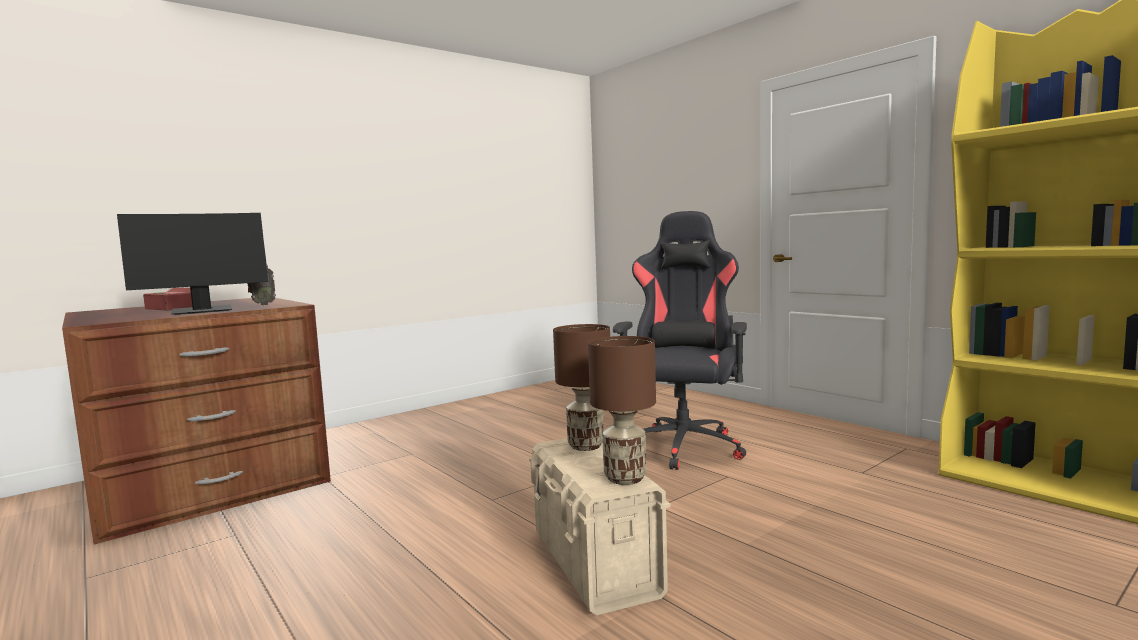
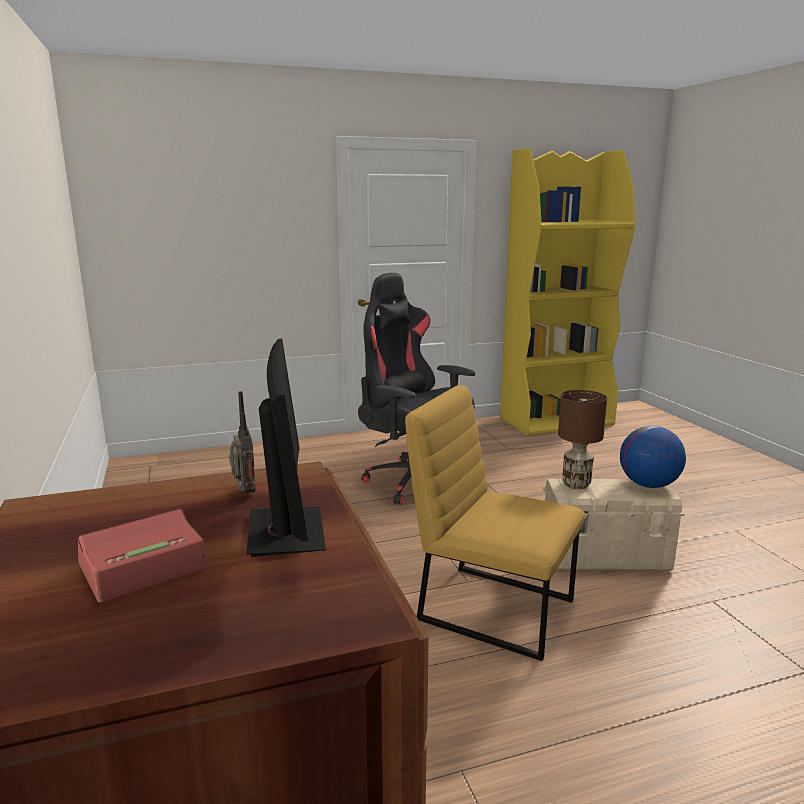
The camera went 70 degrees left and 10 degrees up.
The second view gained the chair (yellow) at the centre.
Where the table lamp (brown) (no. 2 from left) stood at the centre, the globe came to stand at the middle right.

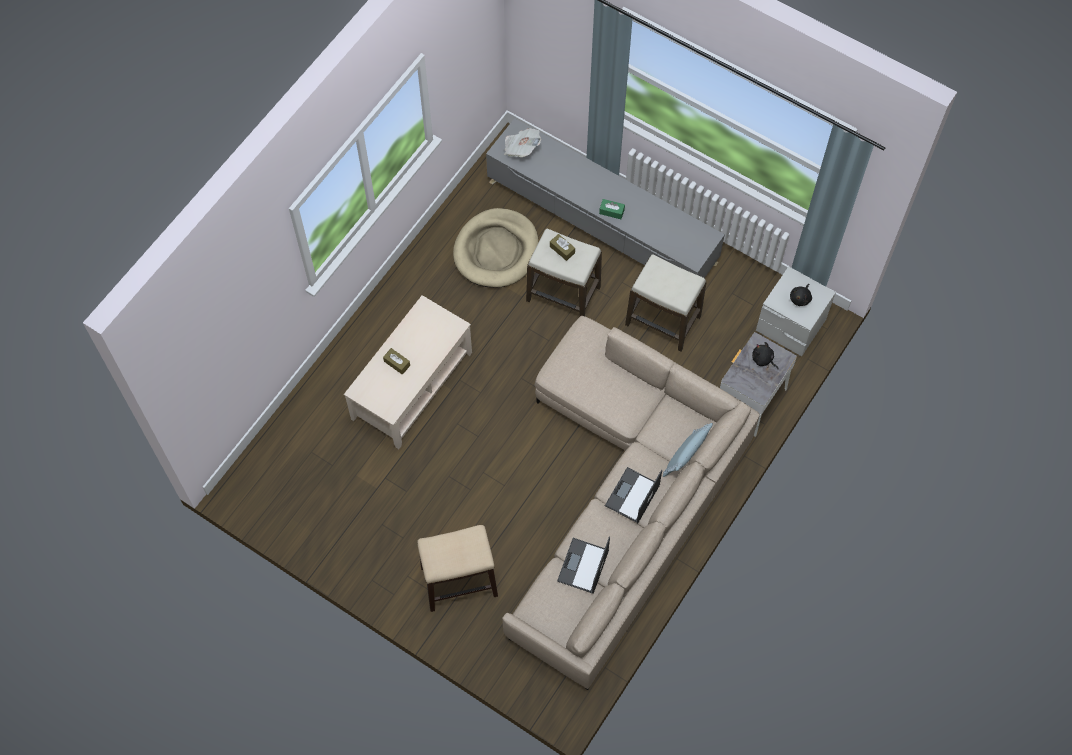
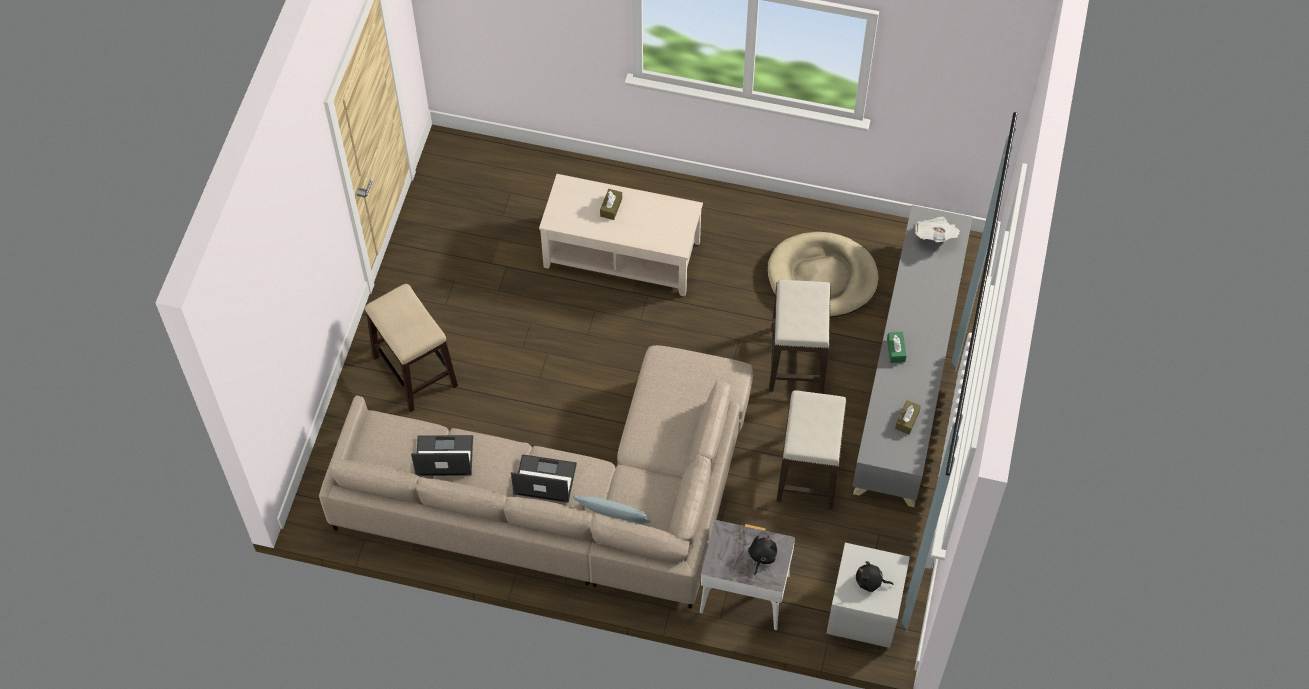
The camera went 70 degrees right and 5 degrees down.
The tissue box (brown) (no. 2 from left) ended up elsewhere, having gone from the top centre to the middle right.

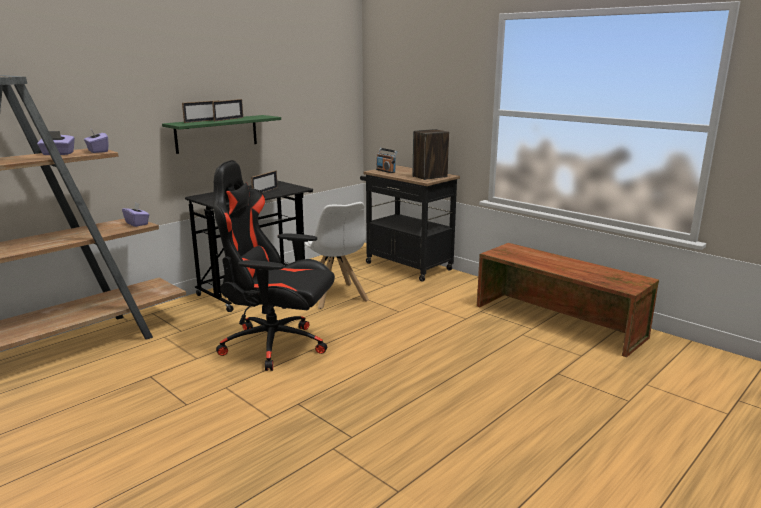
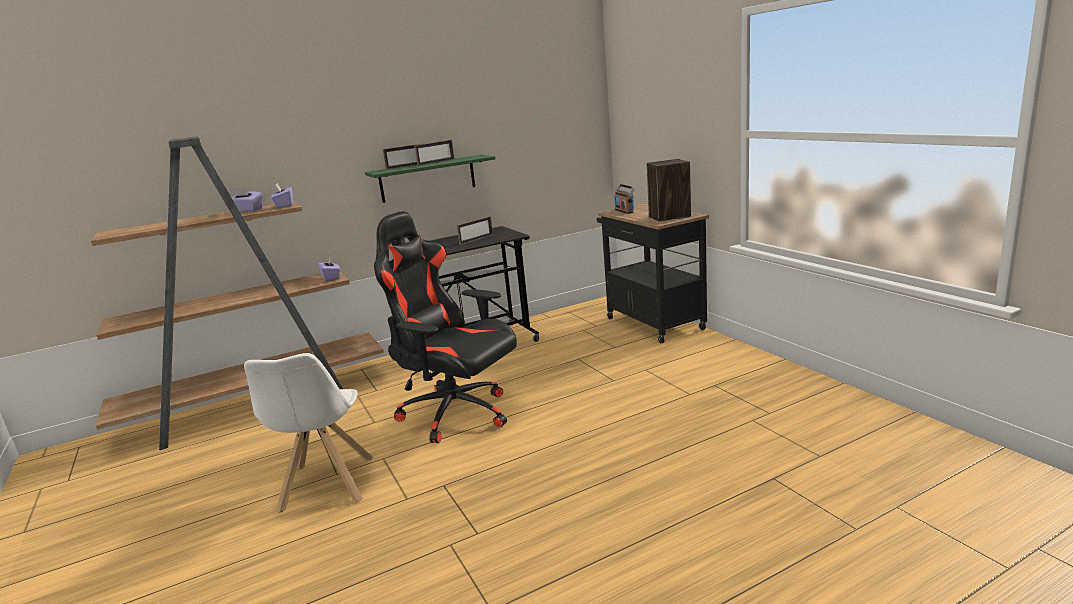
The camera went 20 degrees right and 0 degrees up.
The second view lost the bench (brown) at the middle right.
The chair (white) ended up elsewhere, having gone from the centre to the bottom left.

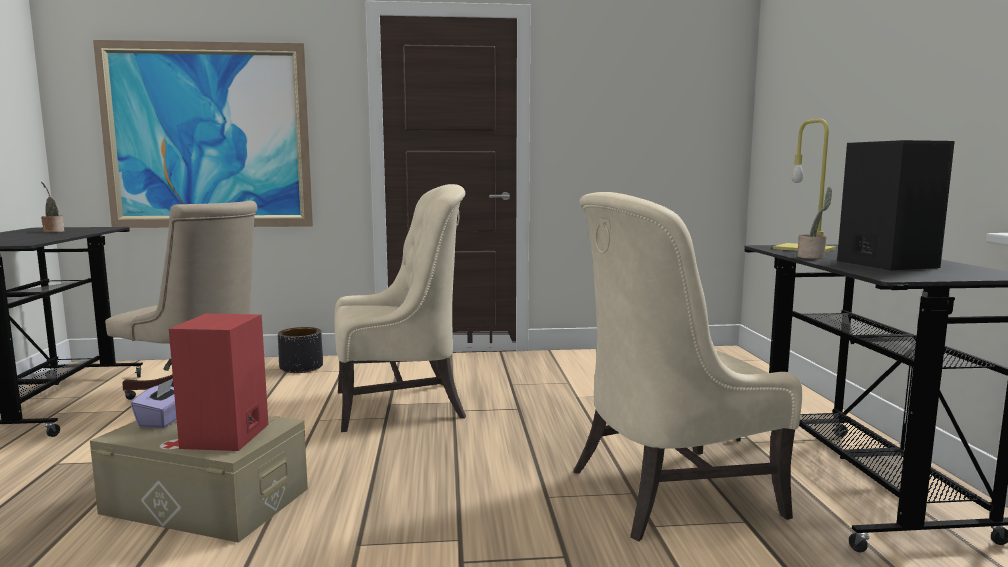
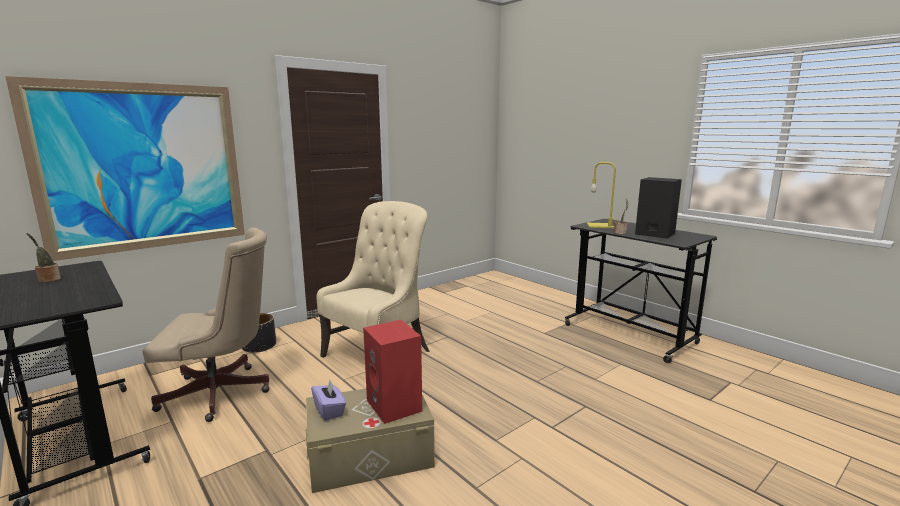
The camera went 35 degrees left and 5 degrees up.
The second view lost the chair (beige) (no. 2 from left) at the middle right.

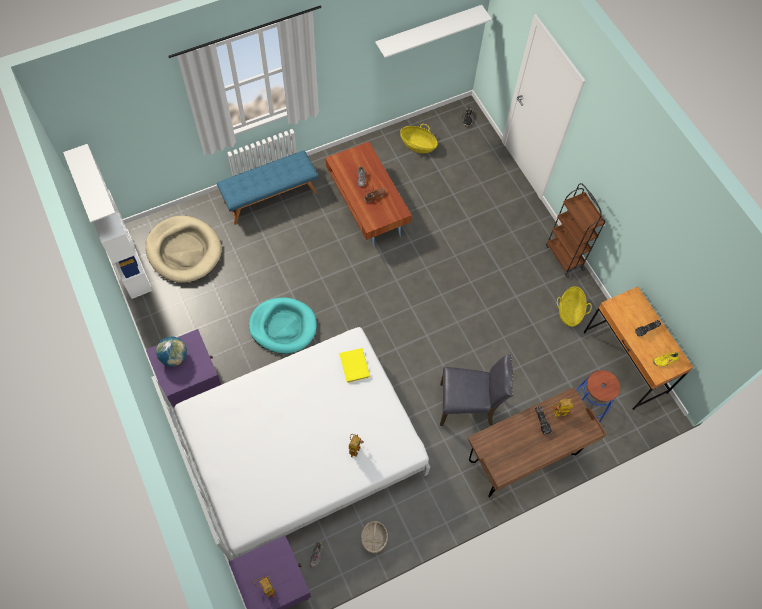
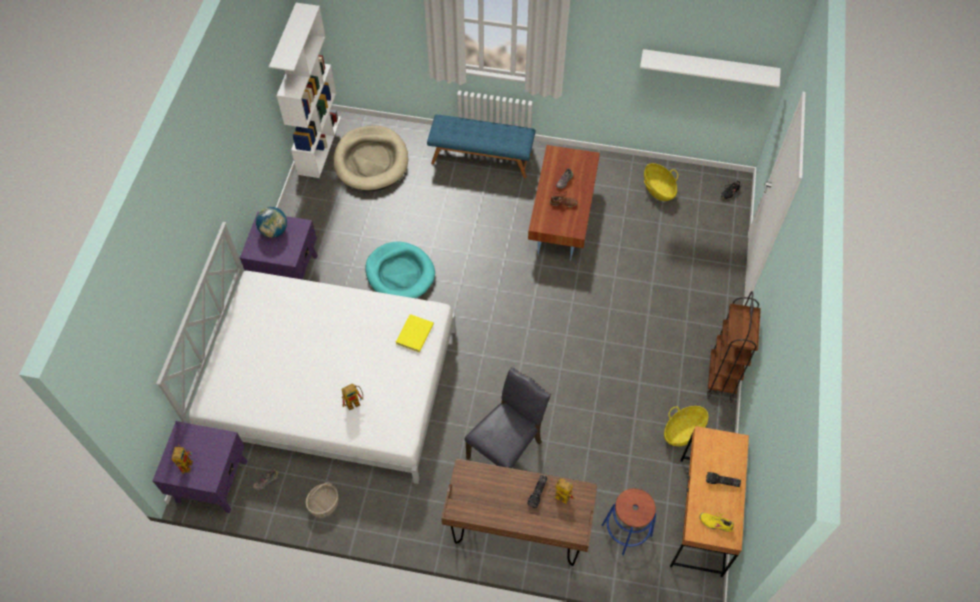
The camera went 40 degrees right and 5 degrees down.
The chair (grey) at the centre ended up facing another way, 90 degrees counterclockwise from before.

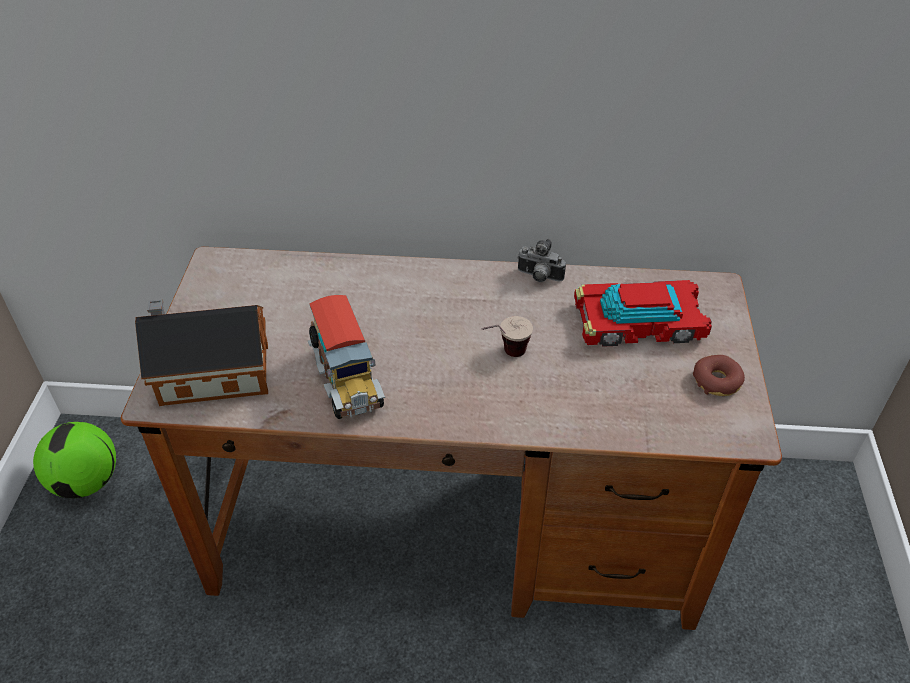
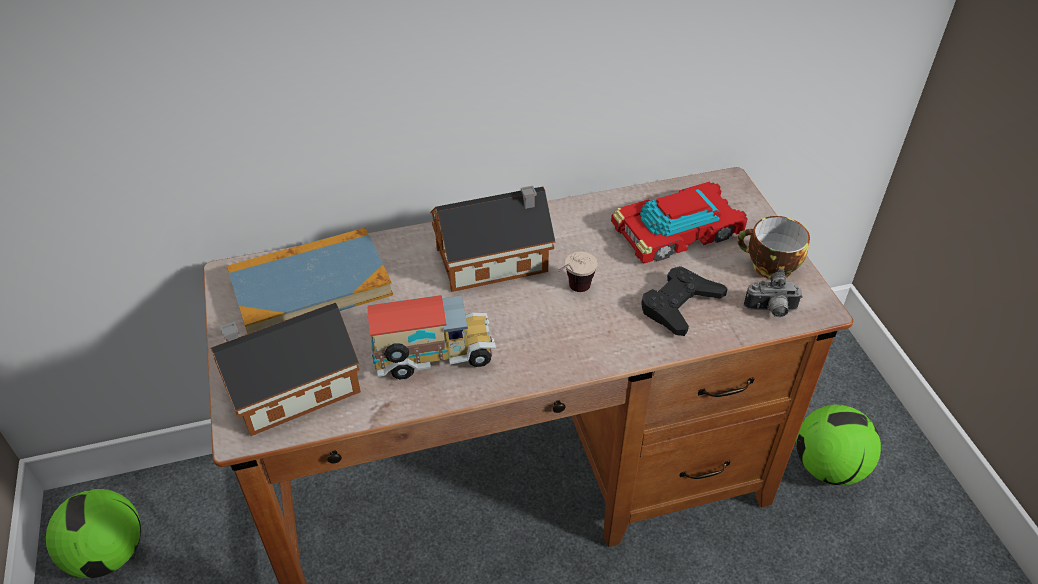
The camera went 20 degrees left and 0 degrees up.
The second view gained the book at the middle left.
The second view gained the toy house (no. 2 from left) at the centre.
The second view gained the game controller (black) at the centre.
The second view gained the football (no. 2 from left) at the bottom right.
The photo camera ended up elsewhere, having gone from the centre to the middle right.
Where the donut stood at the middle right, the cup (no. 2 from left) came to stand at the middle right.
The toy truck at the centre ended up facing another way, 60 degrees counterclockwise from before.

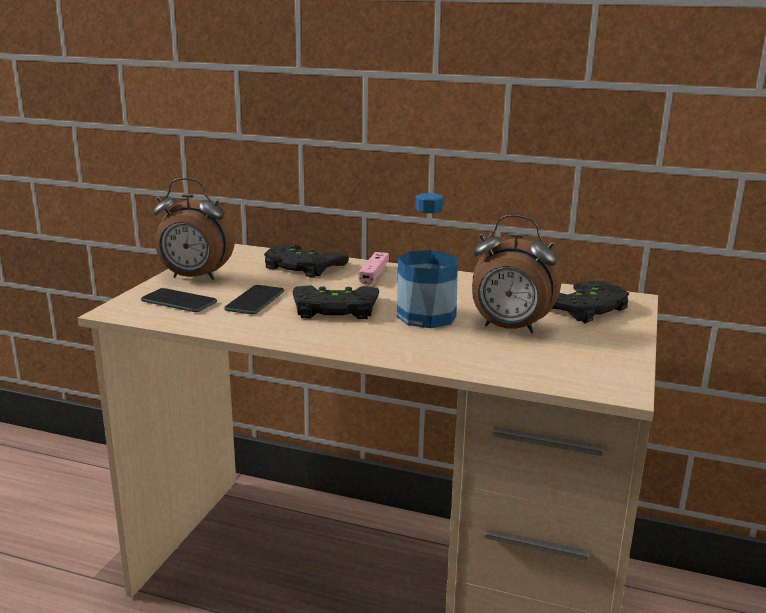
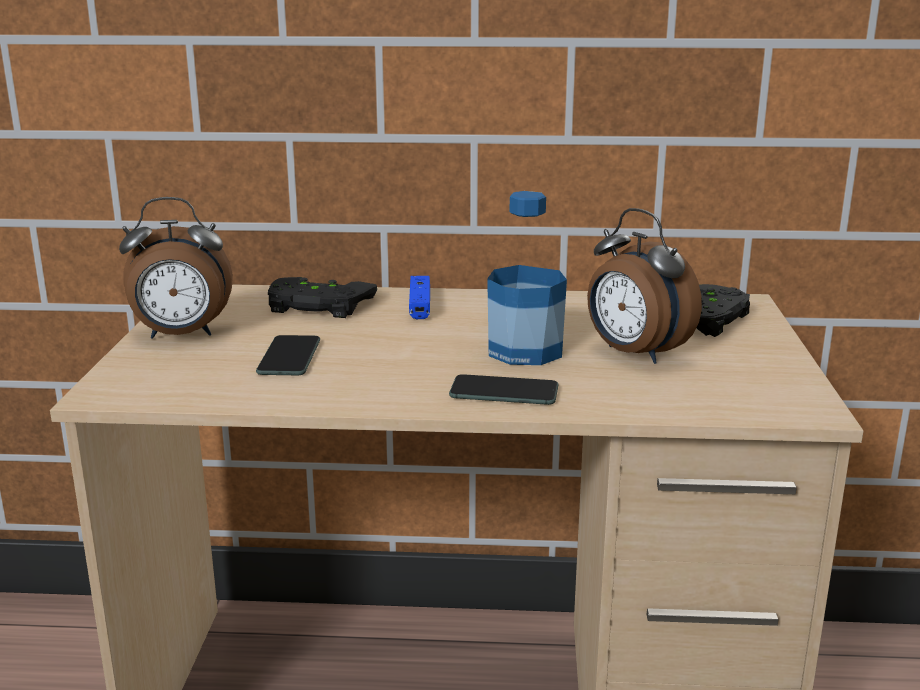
The camera went 15 degrees left and 0 degrees up.
The second view lost the game controller (black) (no. 2 from left) at the centre.
The phone (no. 1 from left in the first image) ended up elsewhere, having gone from the middle left to the centre.
What was the game controller (pink) at the centre turned into the game controller (blue) at the centre.
The alarm clock (no. 2 from left) at the middle right ended up facing another way, 45 degrees clockwise from before.

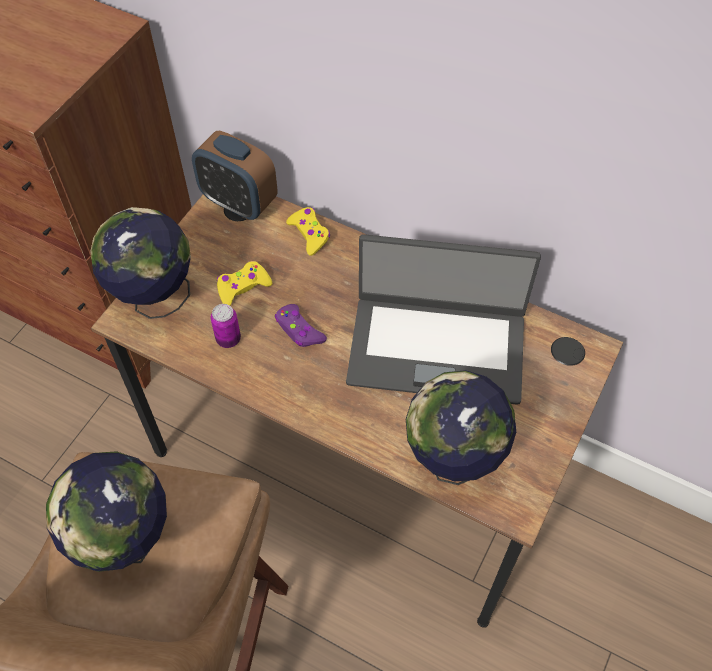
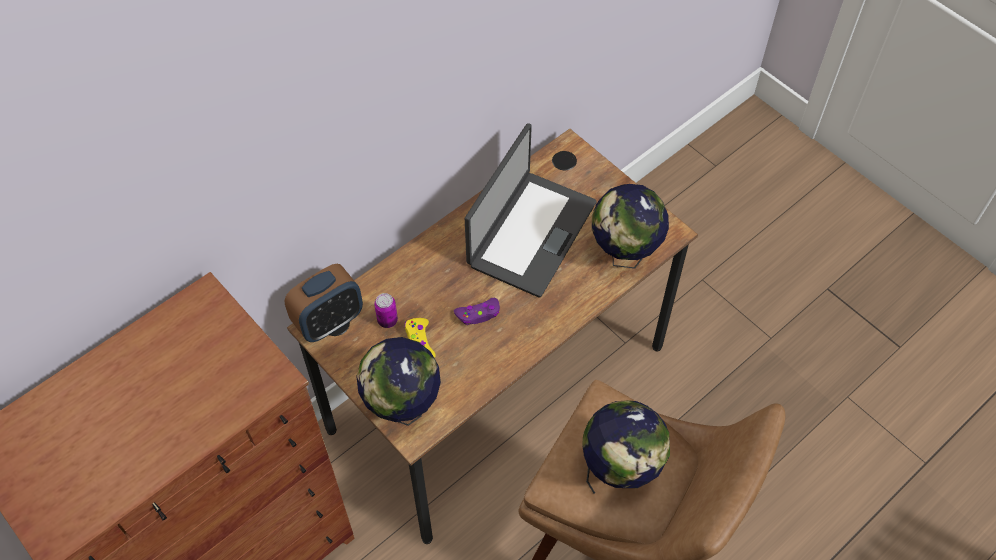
The camera went 70 degrees left and 0 degrees up.
The second view lost the game controller (yellow) (no. 2 from left) at the centre.
The can ended up elsewhere, having gone from the middle left to the centre.

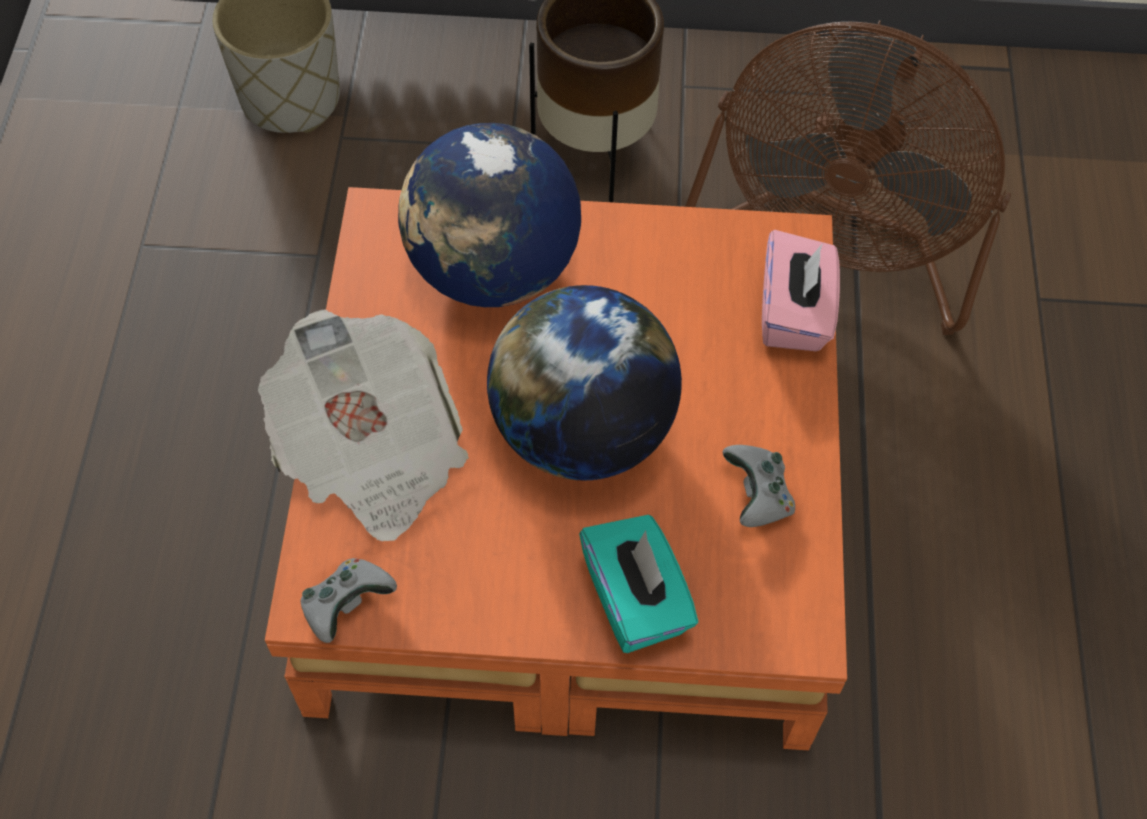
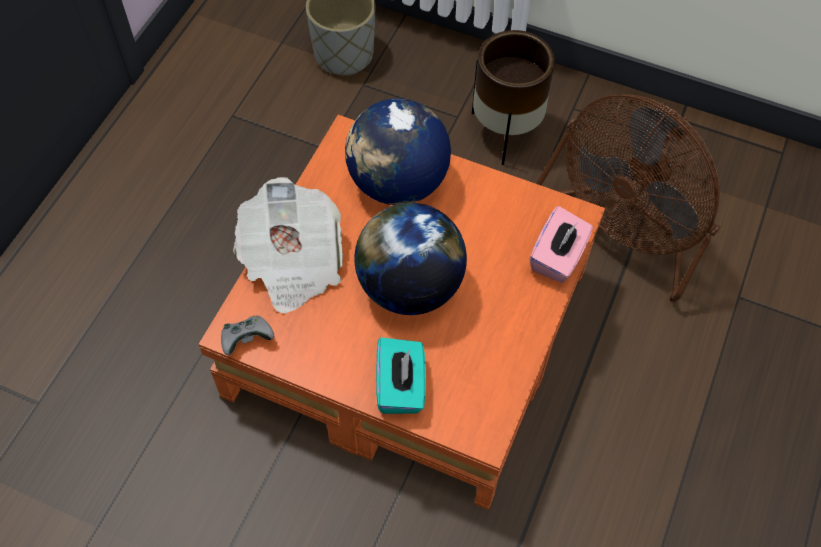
The camera went 20 degrees right and 0 degrees up.
The second view lost the game controller (grey) (no. 2 from left) at the centre.

